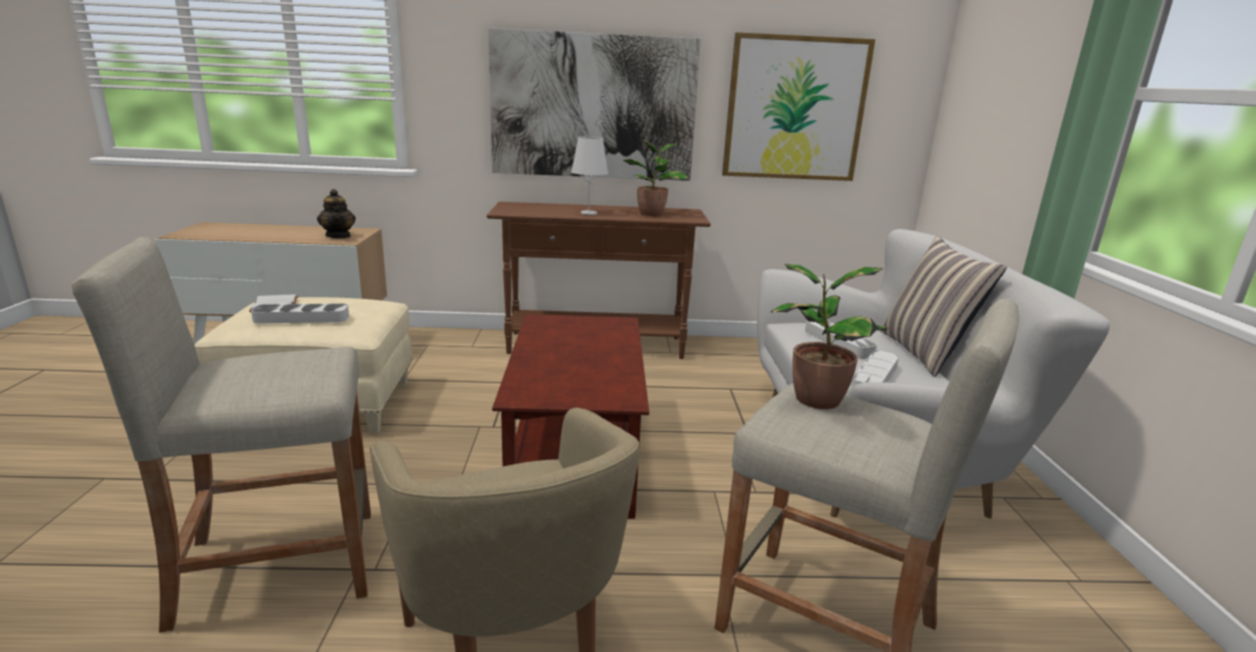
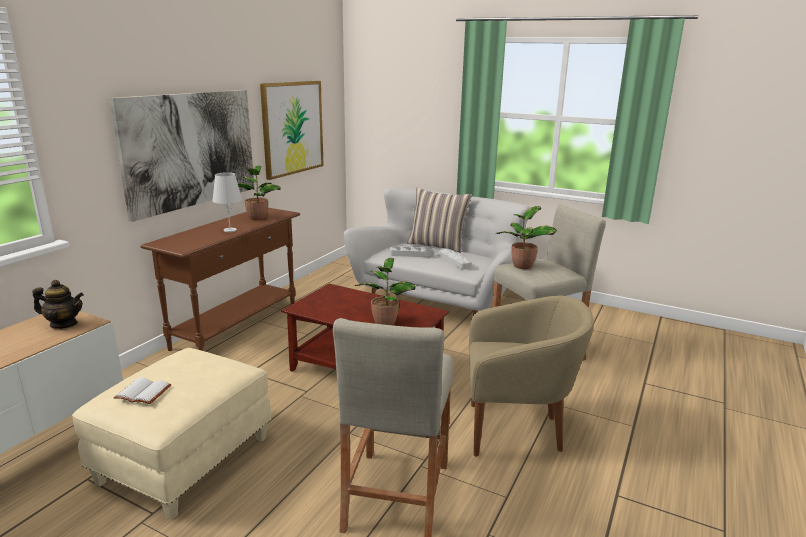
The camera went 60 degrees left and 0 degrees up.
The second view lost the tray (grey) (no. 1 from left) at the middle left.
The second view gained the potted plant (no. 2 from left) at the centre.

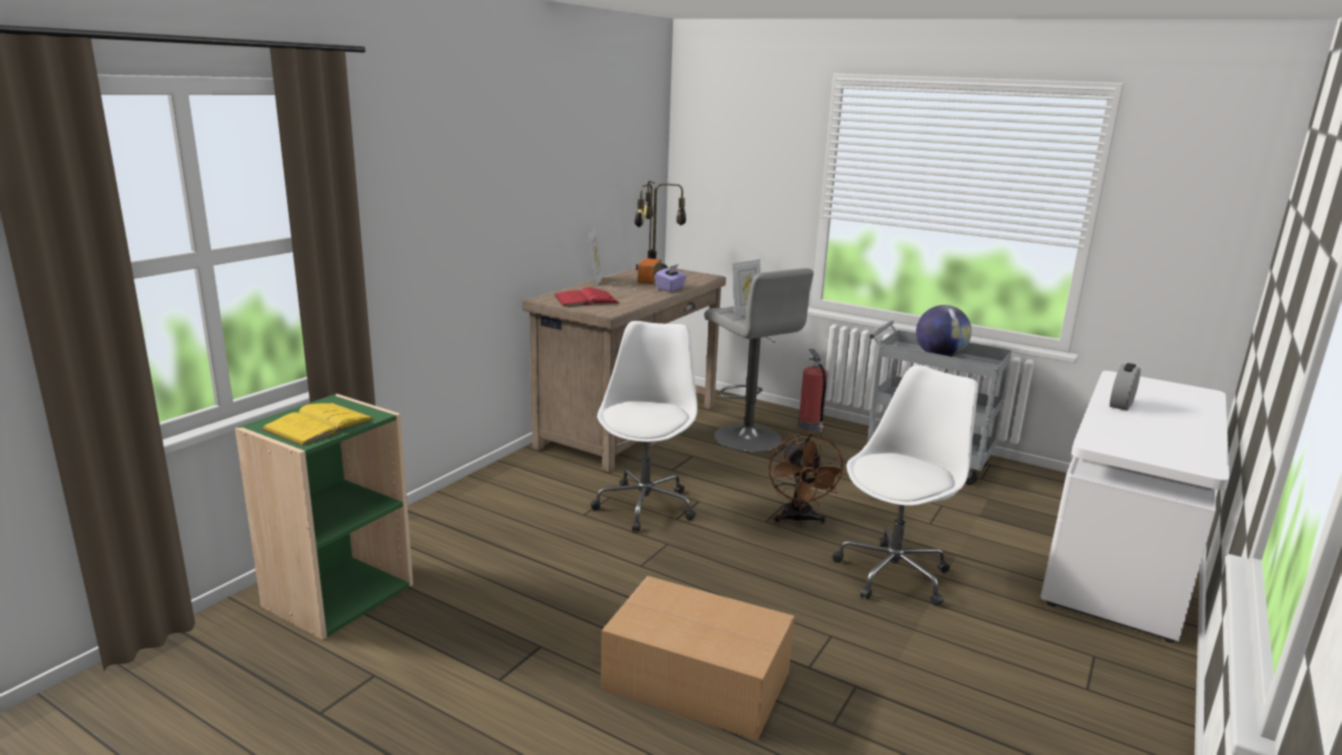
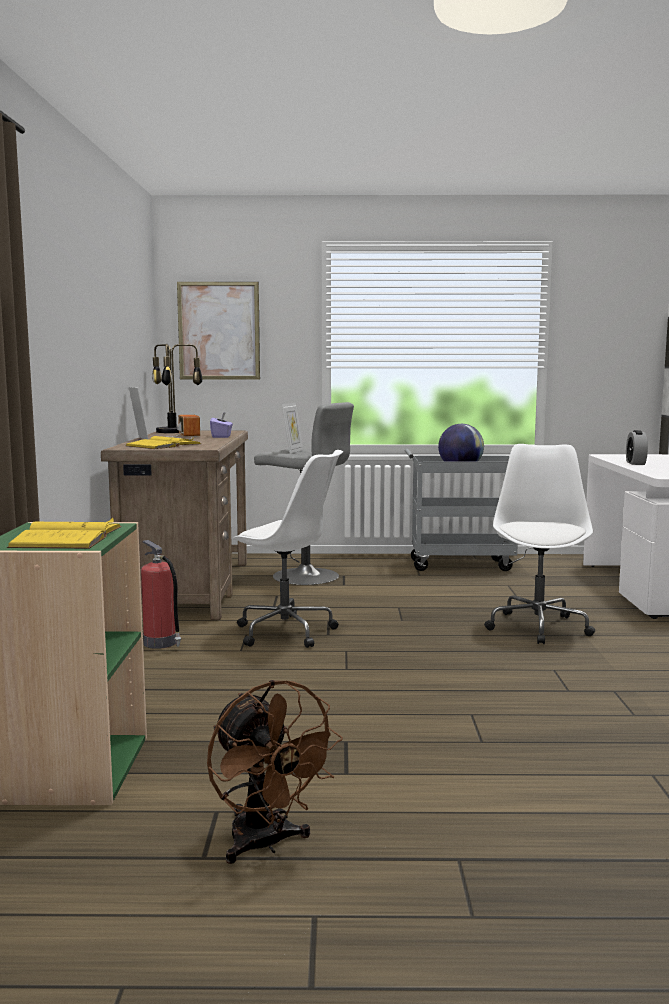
The camera went 30 degrees left and 10 degrees down.
The second view lost the cardboard box at the bottom centre.
The second view gained the picture at the top left.
The fan (brown) ended up elsewhere, having gone from the centre to the bottom centre.
The fire extinguisher ended up elsewhere, having gone from the centre to the middle left.
What was the book (red) at the centre turned into the book (yellow) (no. 2 from left) at the middle left.
The office chair (white) (no. 1 from left) at the centre ended up facing another way, 135 degrees clockwise from before.

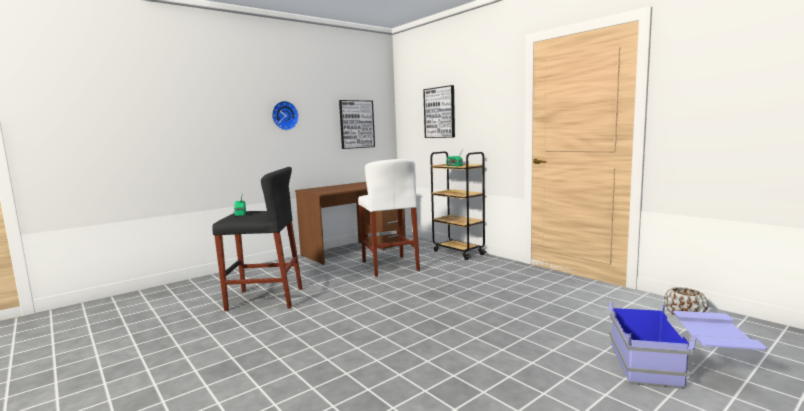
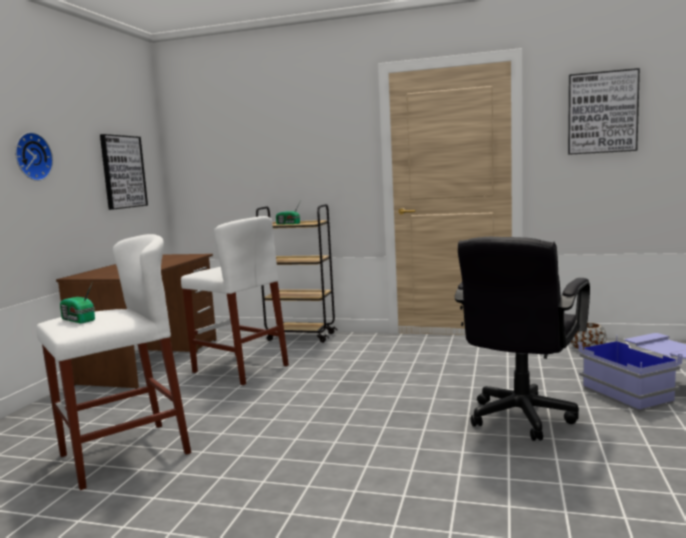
The camera went 35 degrees left and 0 degrees up.
The second view gained the office chair (black) at the middle right.
The picture (no. 2 from left) ended up elsewhere, having gone from the top centre to the top right.
What was the stool (black) at the middle left turned into the stool (white) (no. 1 from left) at the bottom left.

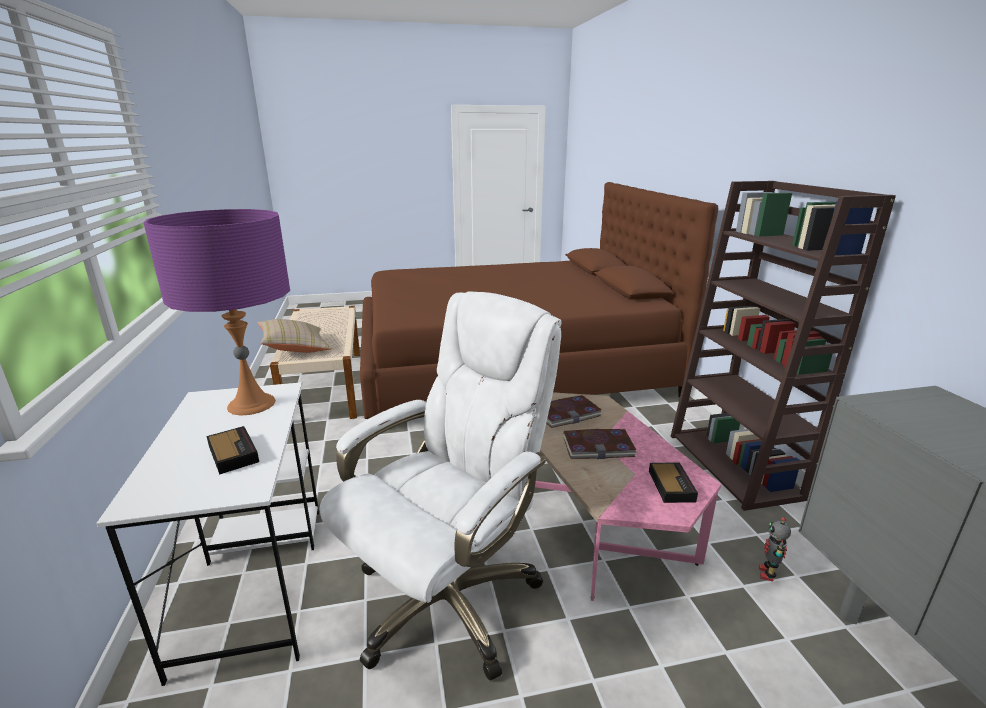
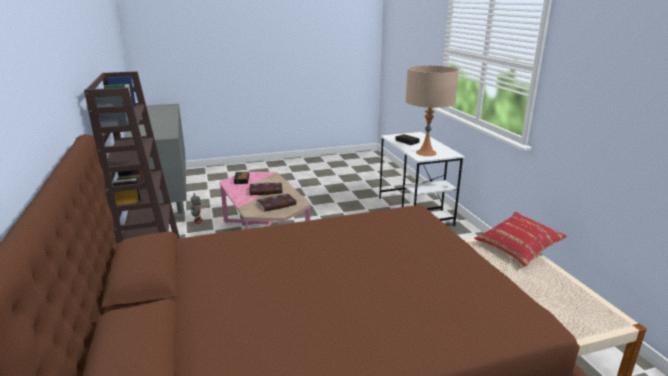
The camera went 175 degrees right and 0 degrees up.
The second view lost the office chair (white) at the bottom centre.
What was the table lamp (purple) at the middle left turned into the table lamp (beige) at the top centre.
What was the pillow (beige) at the middle left turned into the pillow (red) at the middle right.

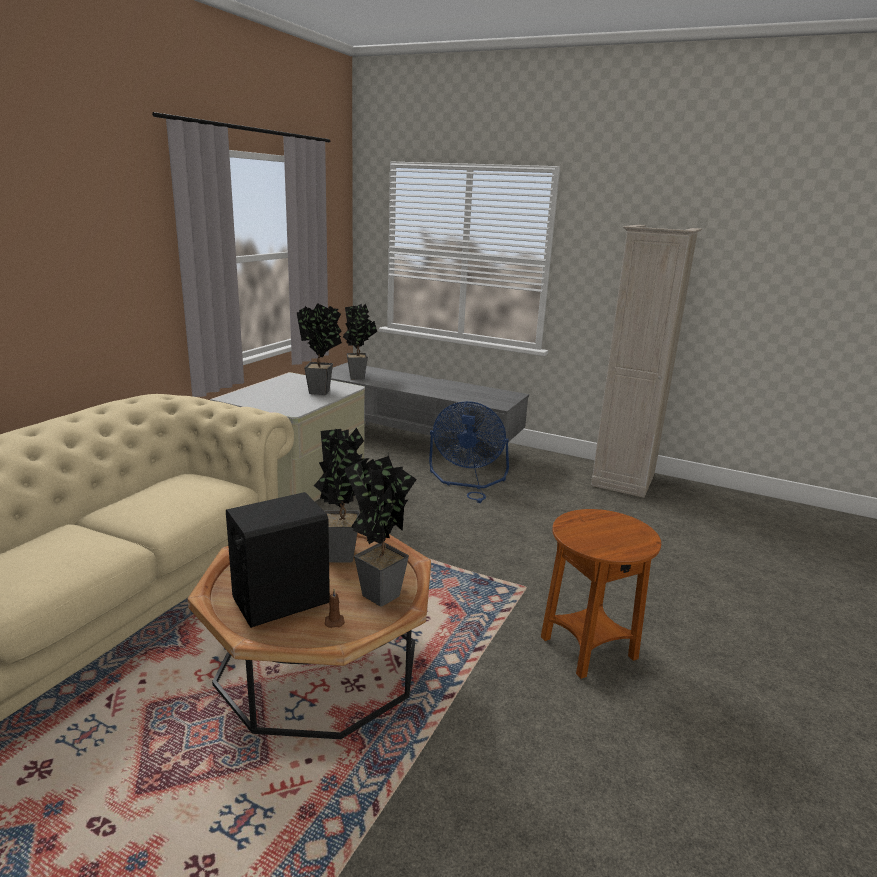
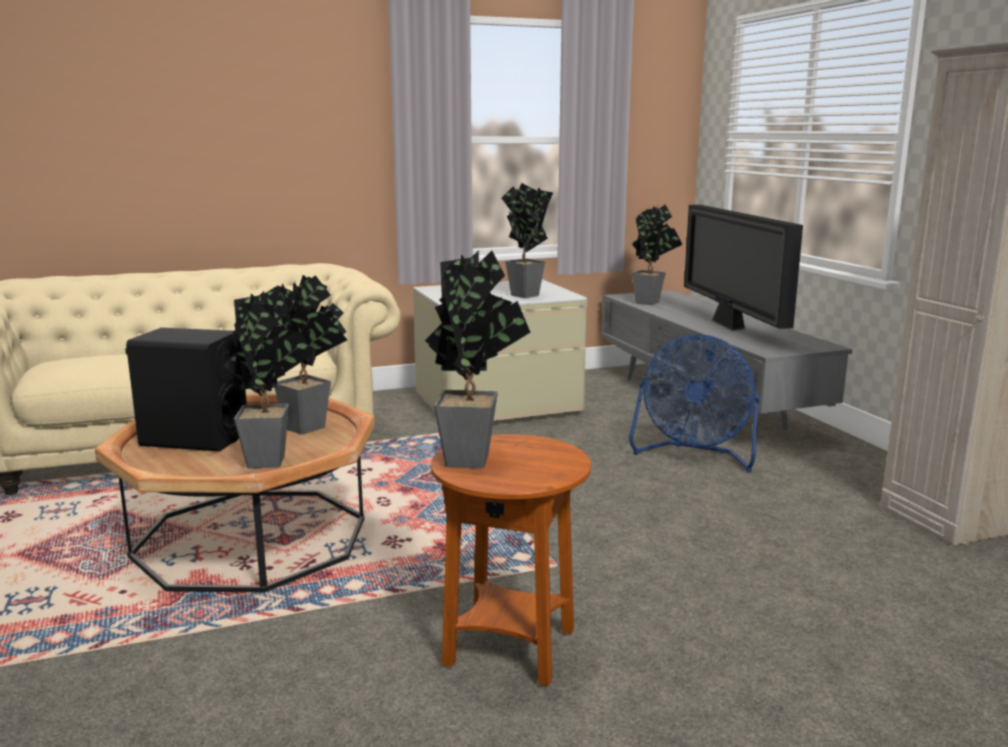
The camera went 45 degrees right and 5 degrees down.
The second view lost the candle (brown) at the bottom centre.
The second view gained the potted plant (no. 3 from left) at the centre.
The second view gained the television at the middle right.
The fan (blue) at the centre ended up facing another way, 150 degrees clockwise from before.

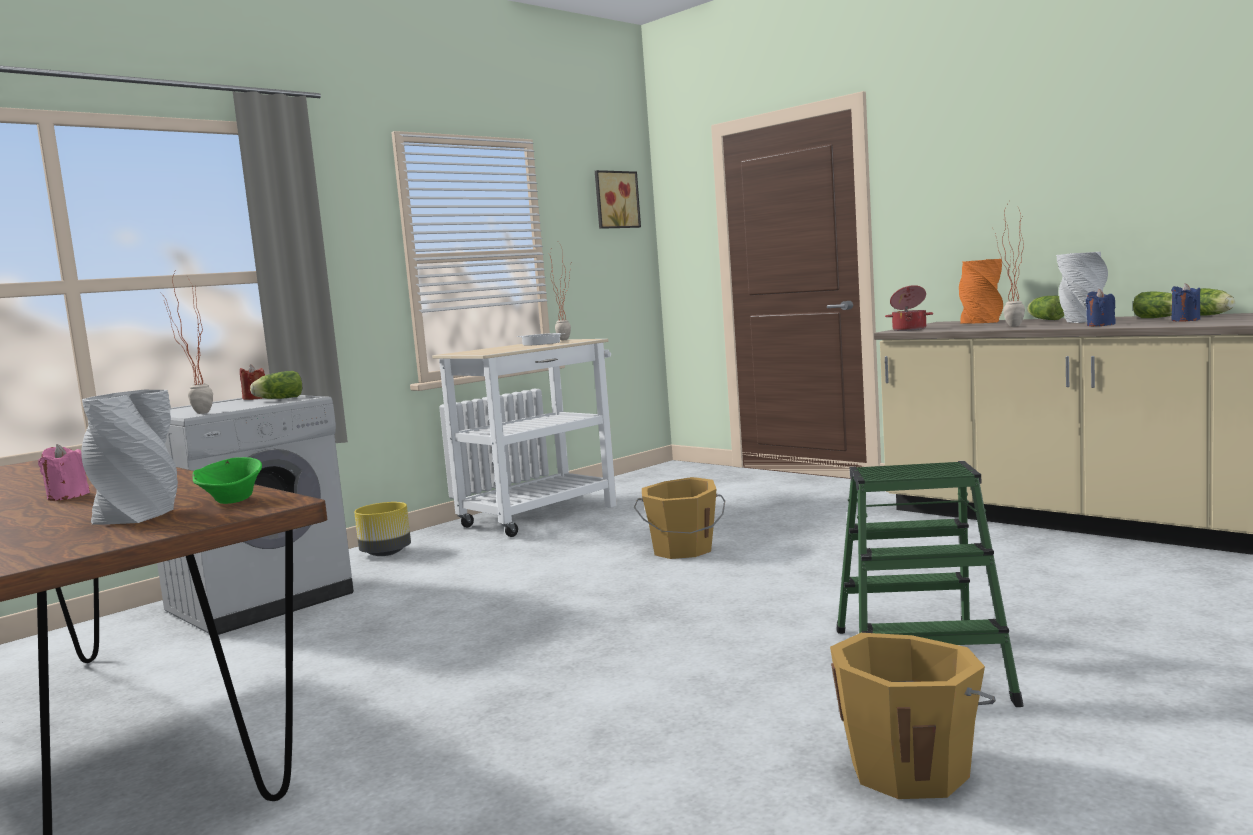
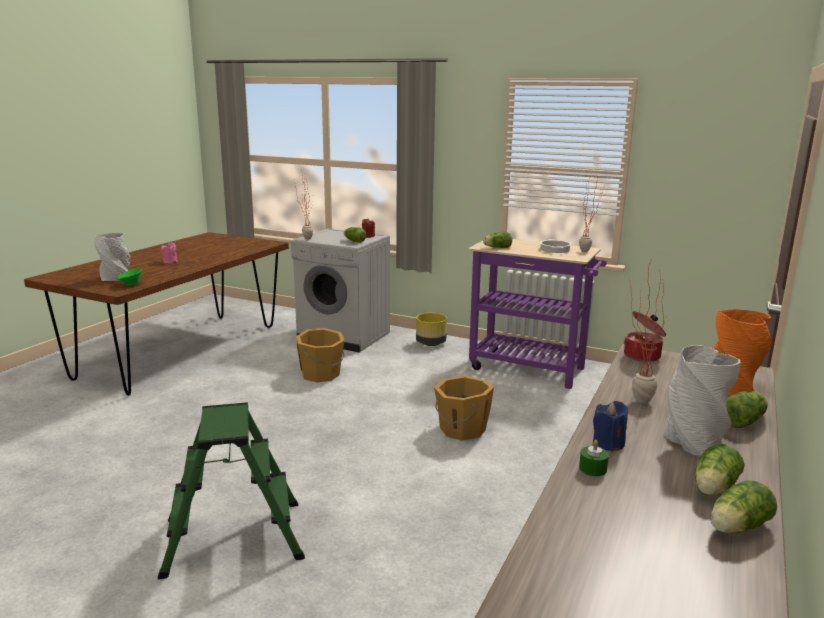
The camera went 70 degrees right and 10 degrees up.
The second view lost the picture at the top centre.
The second view lost the candle (blue) (no. 2 from left) at the middle right.
The second view gained the lettuce (no. 2 from left) at the centre.
The second view gained the candle (green) at the bottom right.
The bucket (orange) (no. 2 from left in the first image) ended up elsewhere, having gone from the bottom right to the centre.
What was the cart (white) at the centre turned into the cart (purple) at the centre.

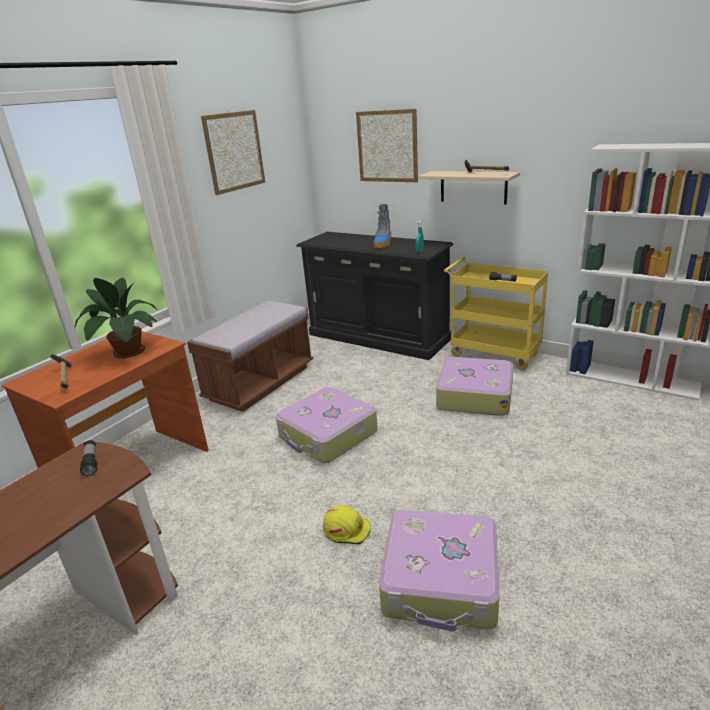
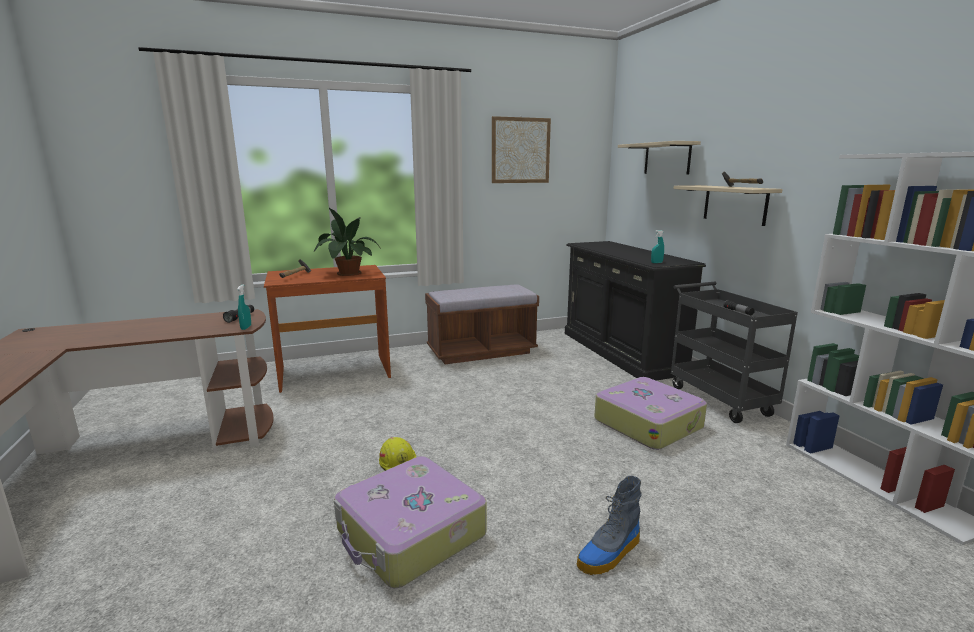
The camera went 35 degrees right and 10 degrees down.
The second view lost the suitcase (no. 1 from left) at the centre.
The second view gained the spray bottle (turquoise) (no. 1 from left) at the middle left.
The boot ended up elsewhere, having gone from the top centre to the bottom centre.
Where the picture (no. 2 from left) hung at the top centre, the shelf (beige) (no. 1 from left) came to hang at the top right.
What was the cart (yellow) at the middle right turned into the cart (grey) at the middle right.

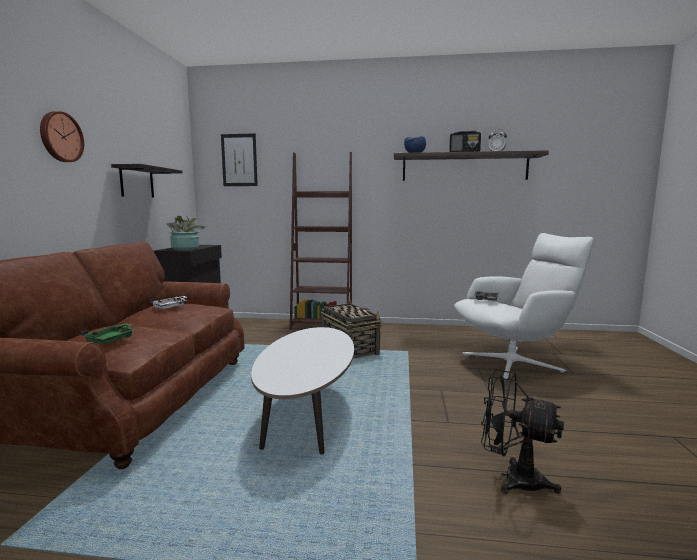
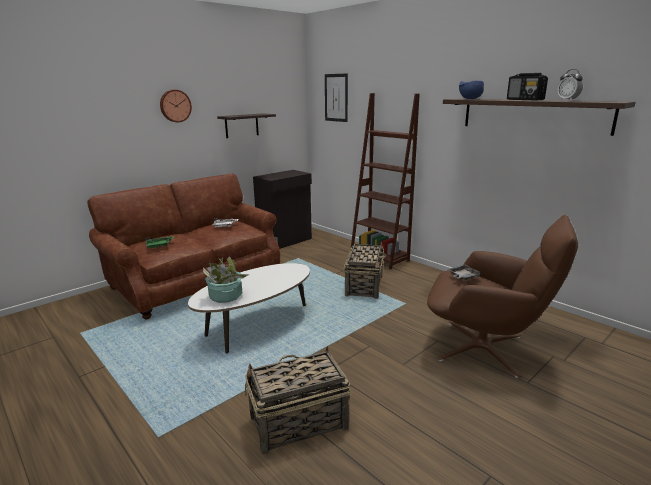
The camera went 40 degrees right and 10 degrees up.
The potted plant ended up elsewhere, having gone from the middle left to the centre.
Where the fan (black) stood at the bottom right, the basket (no. 1 from left) came to stand at the bottom centre.
What was the armchair (white) at the middle right turned into the armchair (brown) at the middle right.

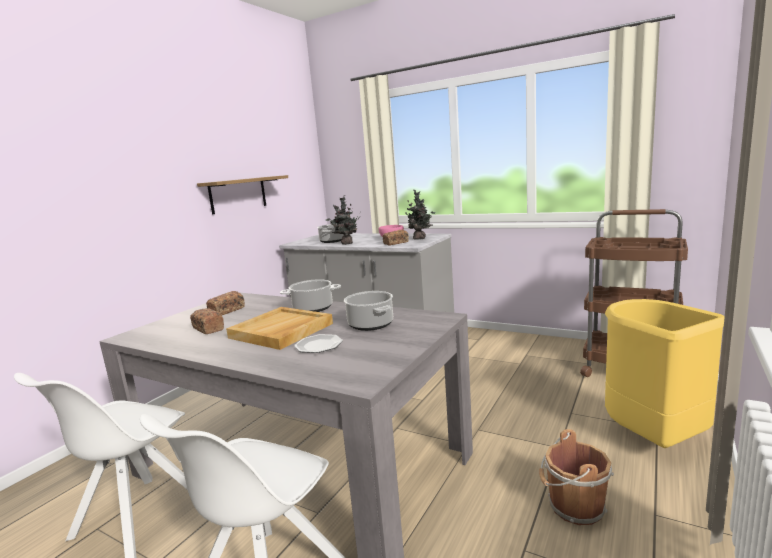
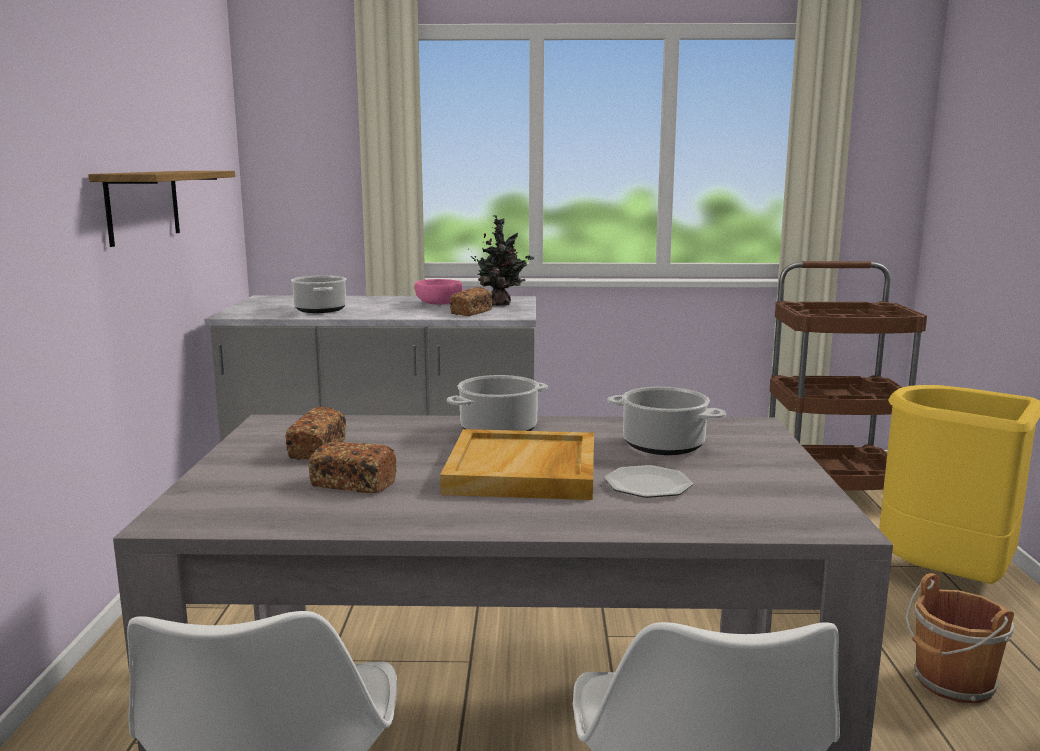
The camera went 30 degrees left and 0 degrees up.
The second view lost the potted plant (no. 1 from left) at the centre.

